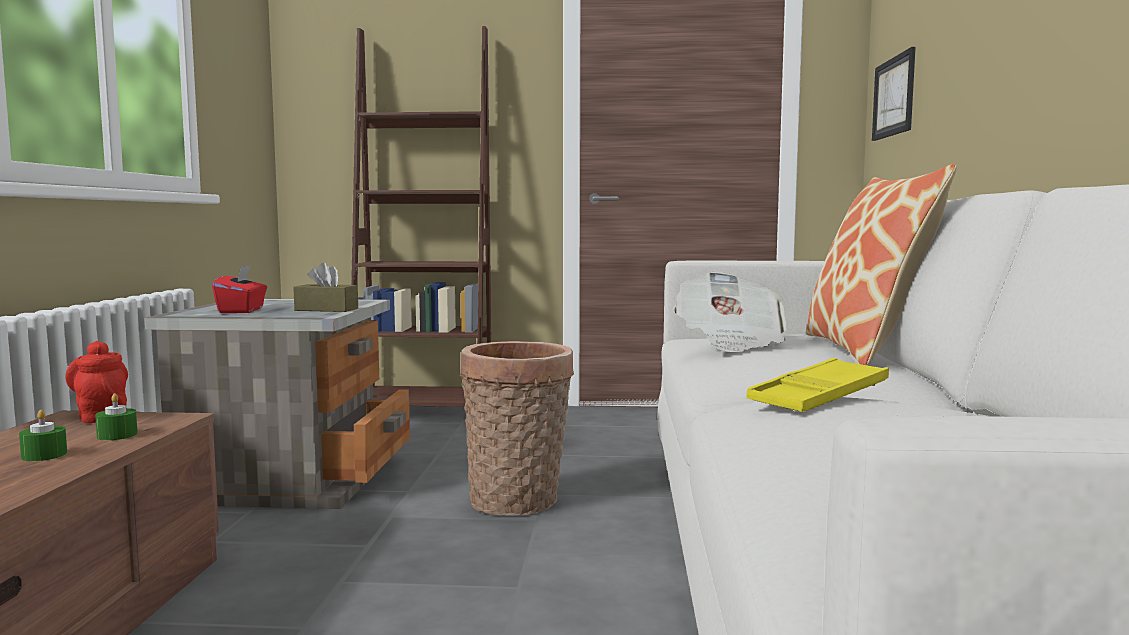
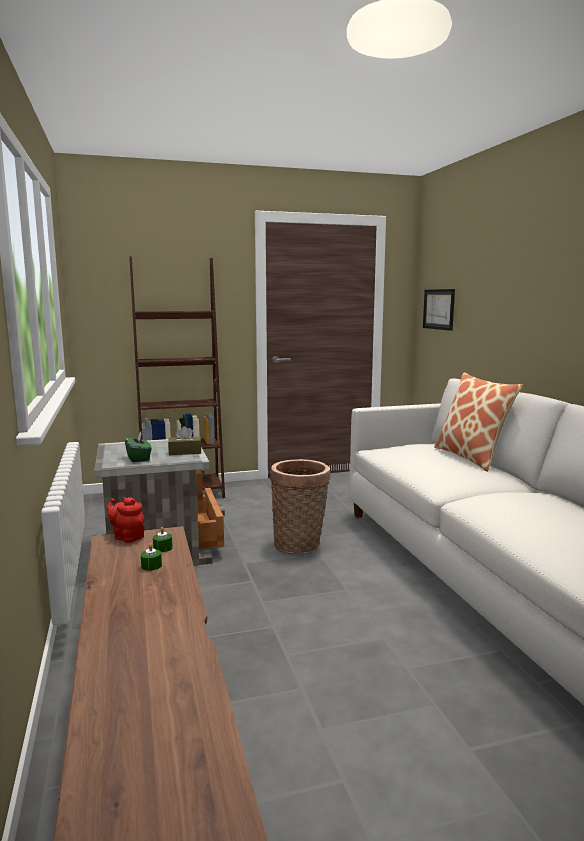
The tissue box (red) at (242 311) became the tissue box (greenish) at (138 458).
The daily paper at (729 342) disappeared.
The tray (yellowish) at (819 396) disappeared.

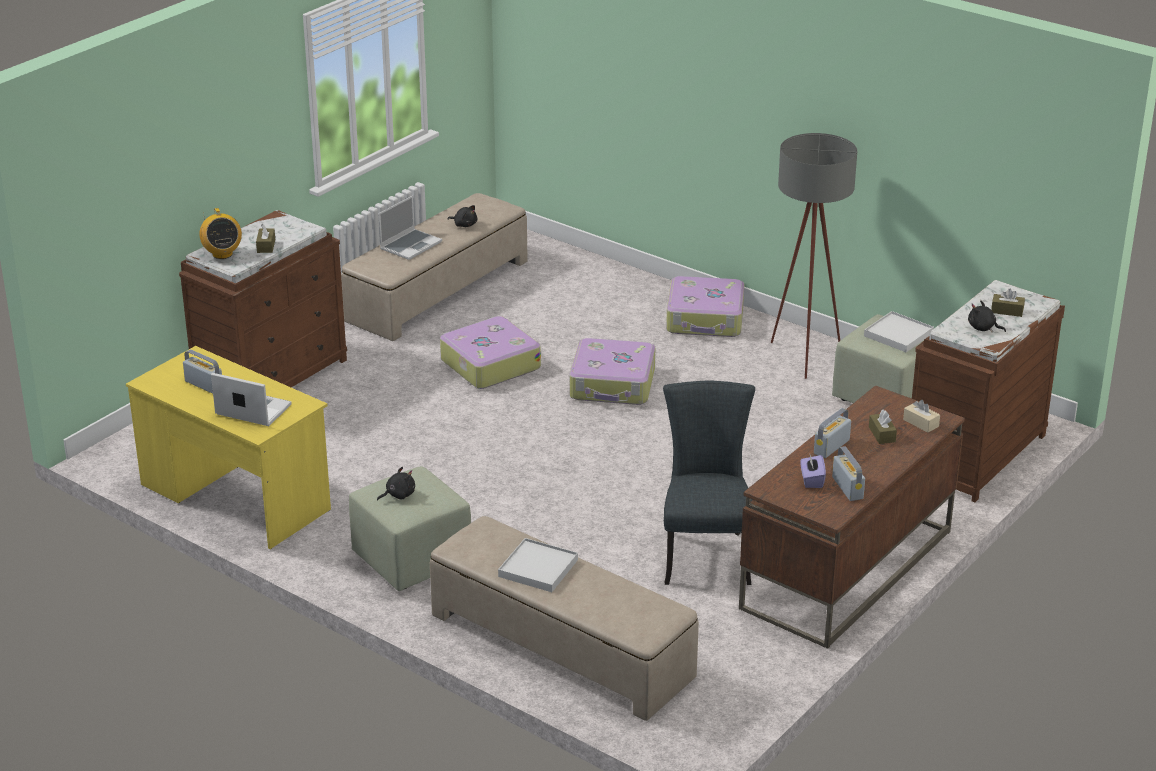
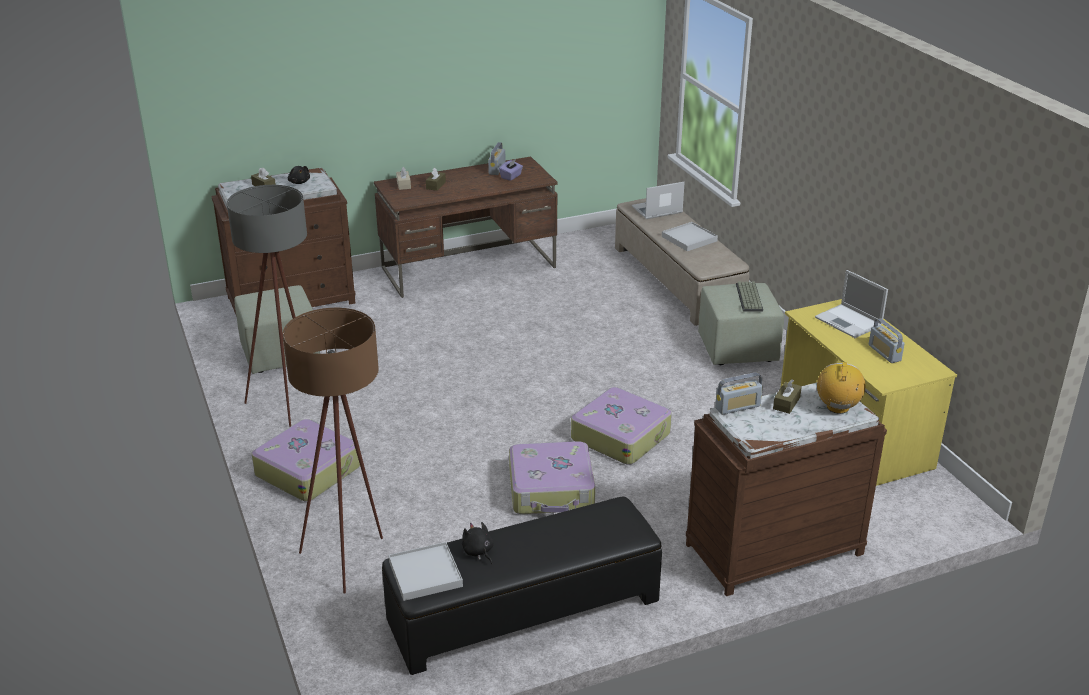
The long seat (sand-coloured) at (438 290) became the long seat (blackish) at (523 611).
The notebook computer moved from (410 245) to (657 210).
The tray (whitish) moved from (898 334) to (425 574).
The suitcase moved from (613 384) to (620 436).
The upright chair (gray) at (705 553) disappeared.
The radio receiver moved from (831 447) to (737 407).
The cuddly toy (blackish) at (398 495) was replaced by the PC keyboard at (750 298).
The standing lamp (brown) at (351 556) appeared.

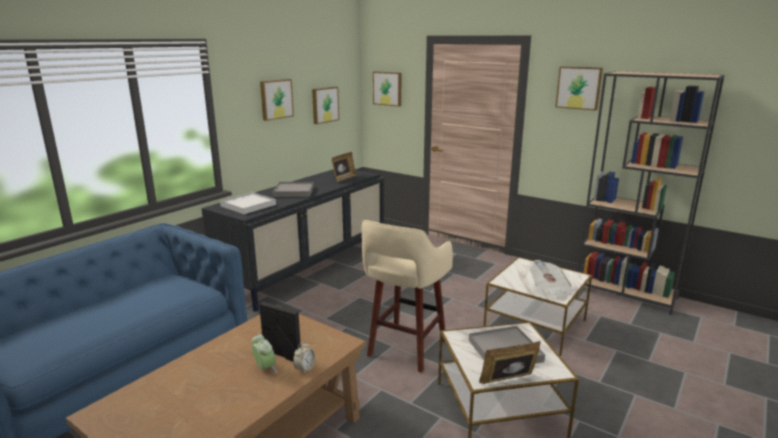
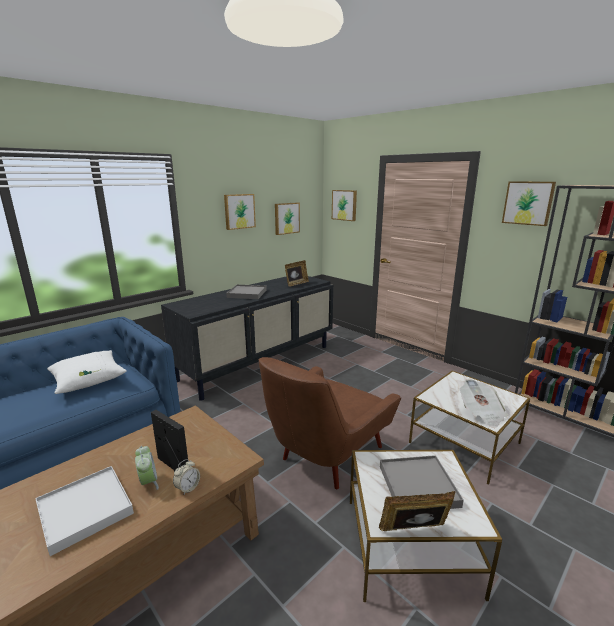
The tray (whitish) moved from (248 205) to (85 510).
The stool (sand-coloured) at (405 350) was replaced by the armchair (brown) at (325 457).
The cushion (whitish) at (88 380) appeared.

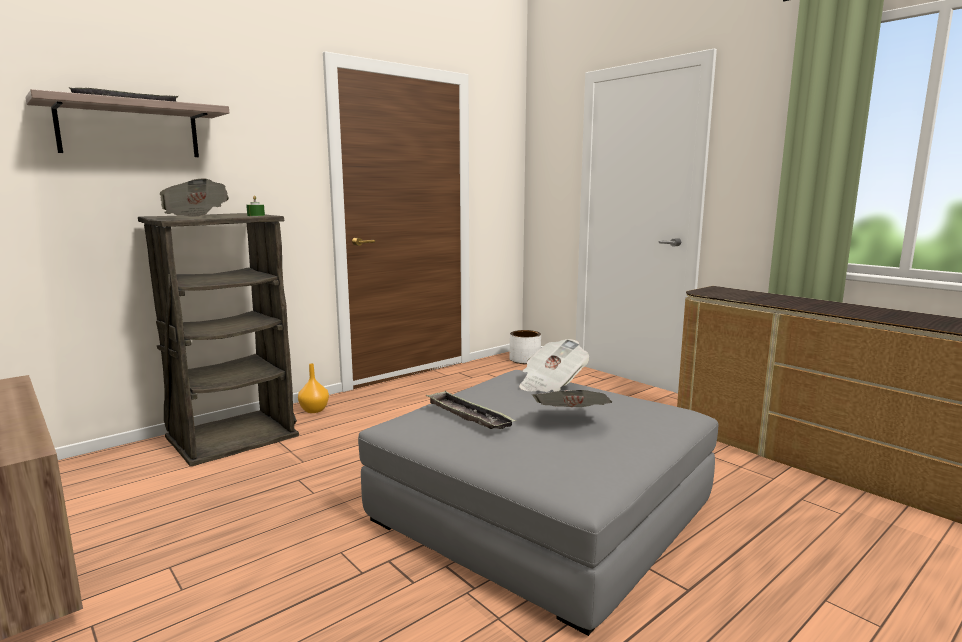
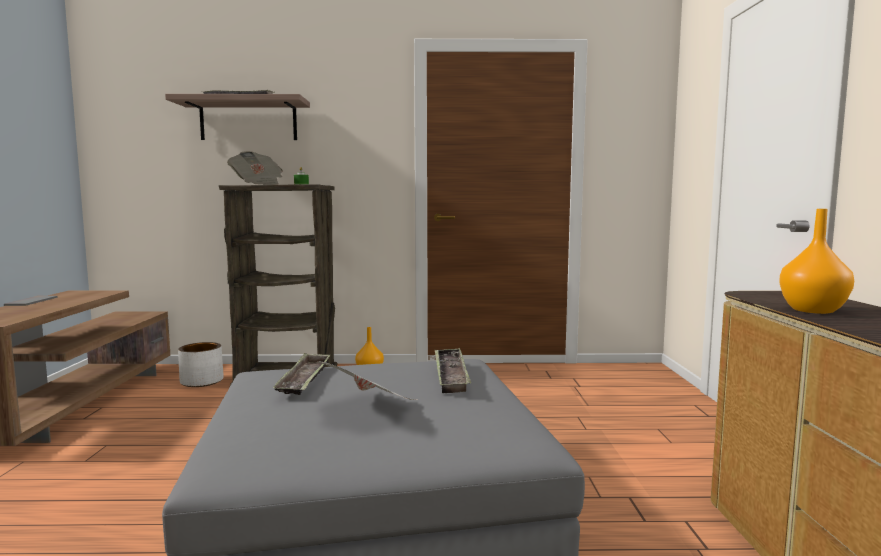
The flower pot (whitish) moved from (524 360) to (202 381).
The daily paper at (551 384) was replaced by the tray at (450 374).
The decorative vase (orange) at (811 310) appeared.

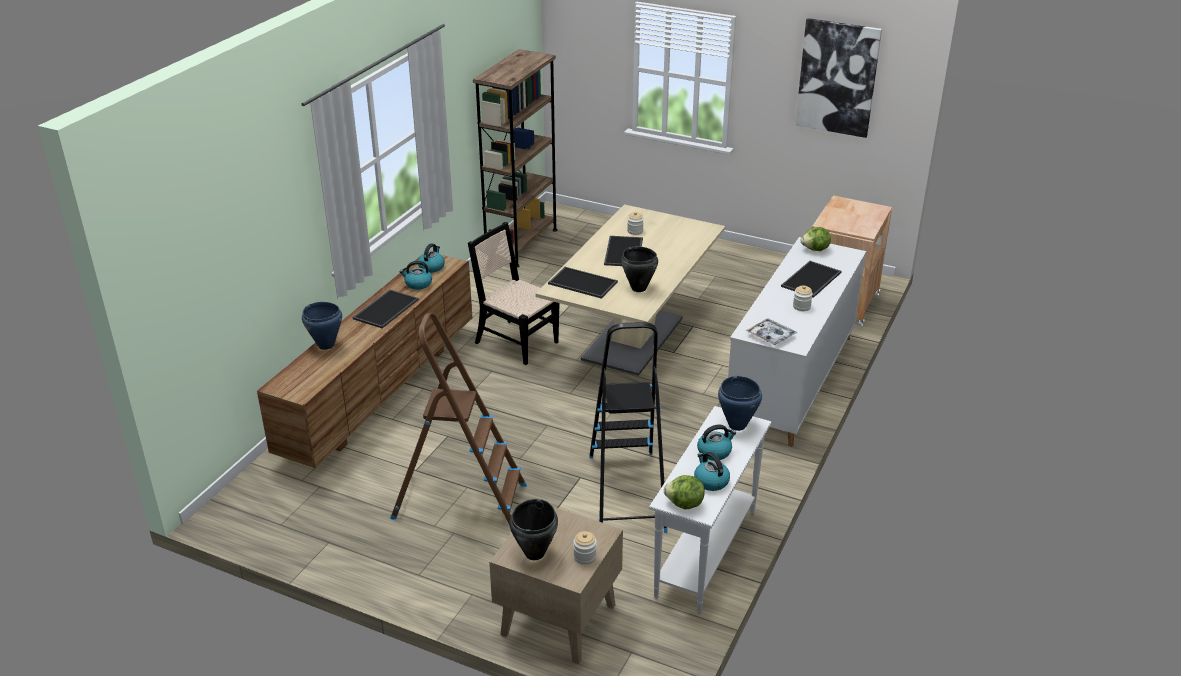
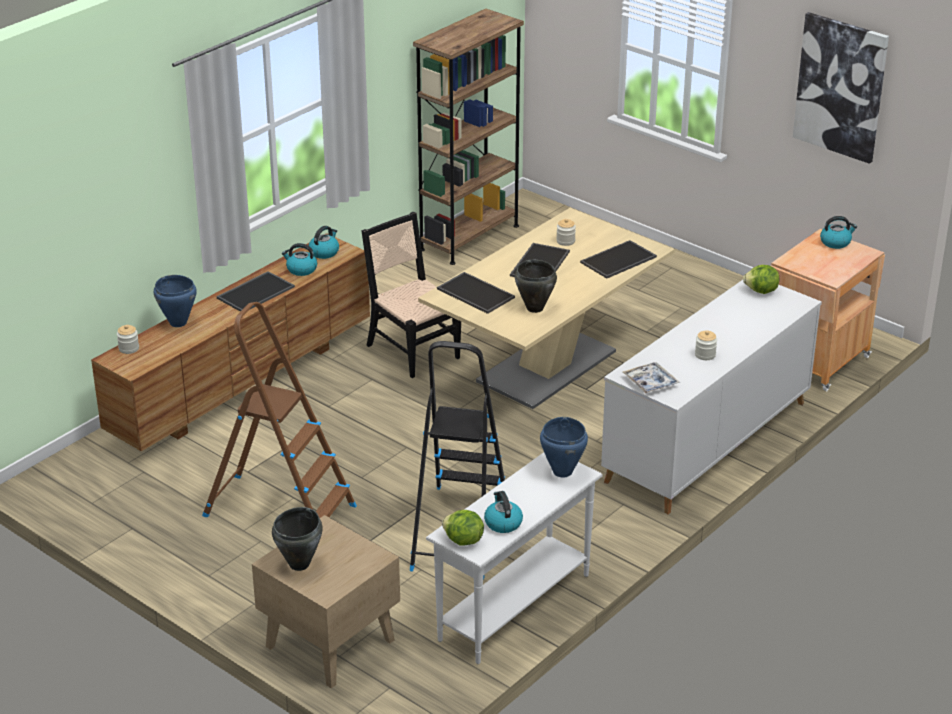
The tray moved from (812 280) to (618 260).
The kettle moved from (714 451) to (836 242).
The preserve jar moved from (585 557) to (129 348).

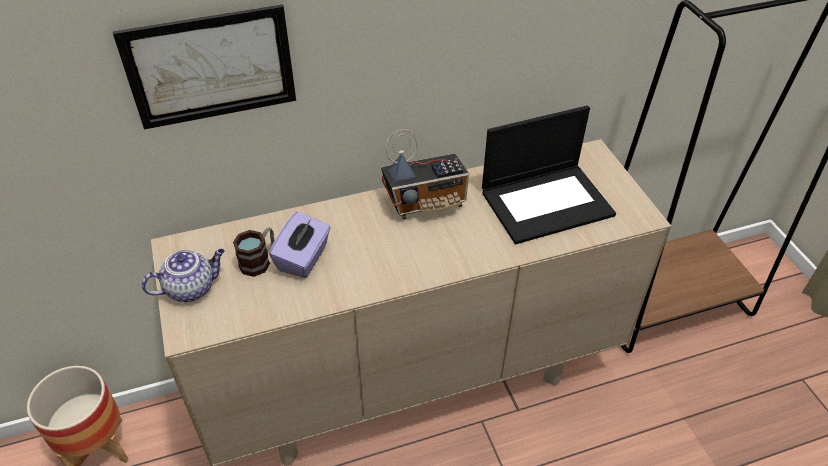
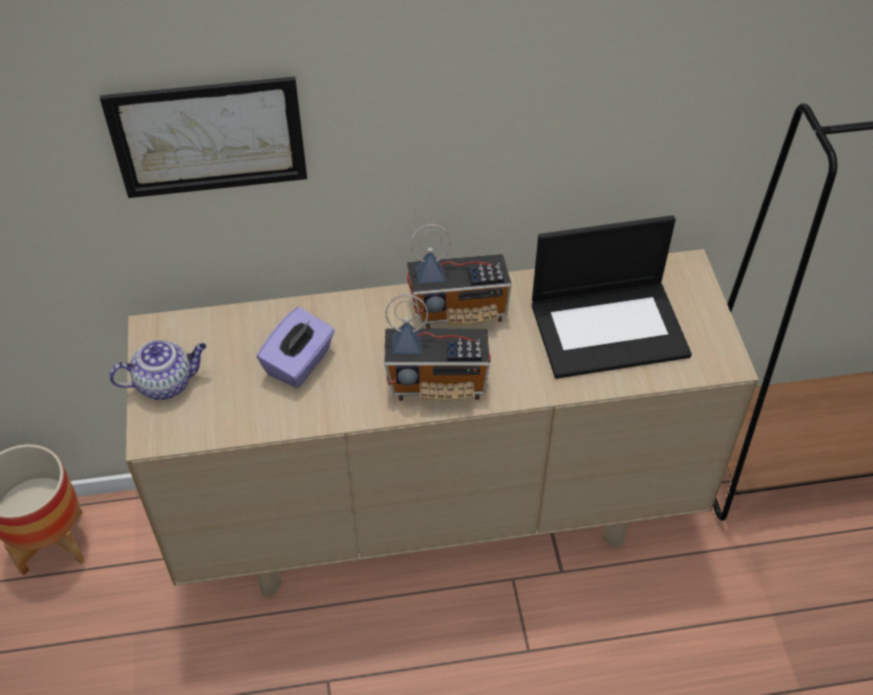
The tea mug at (259 260) disappeared.
The radio receiver at (438 382) appeared.

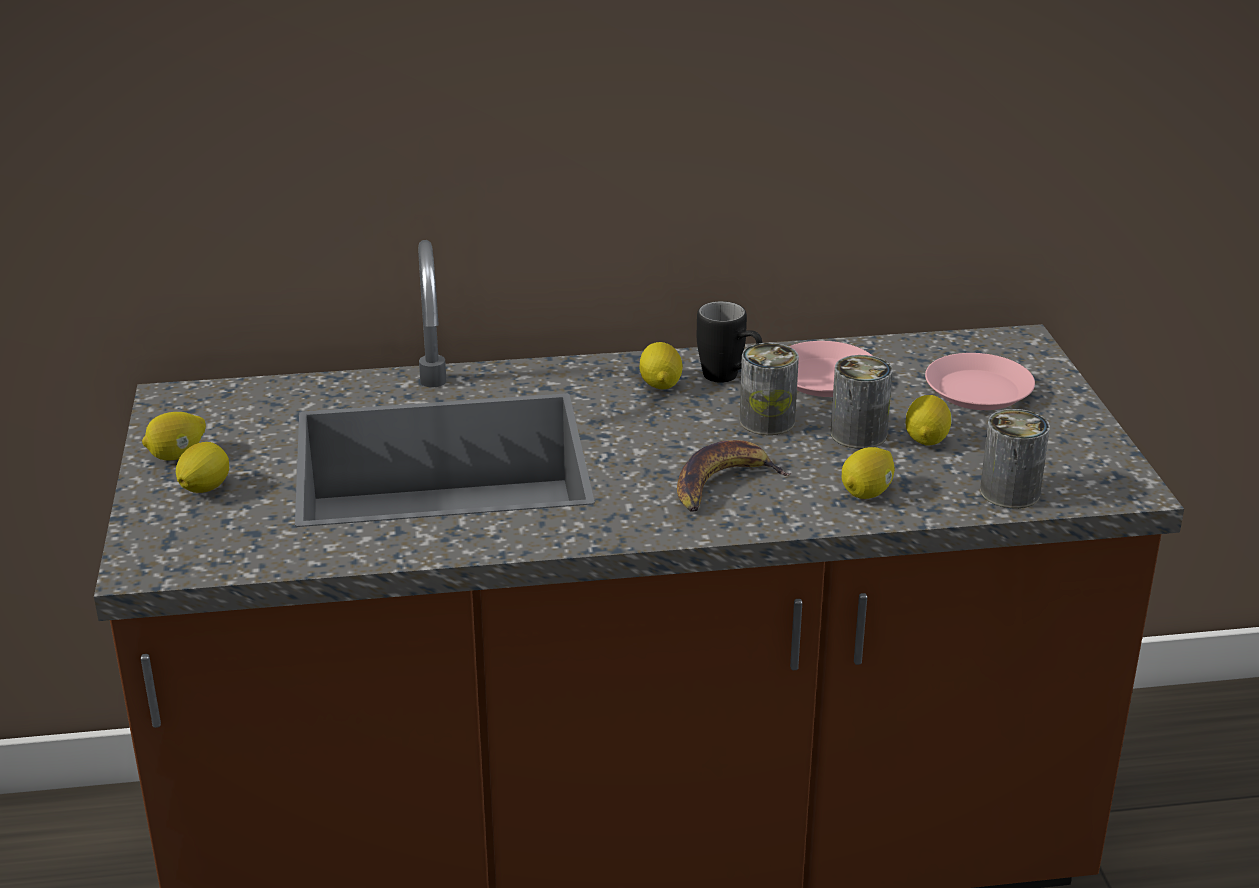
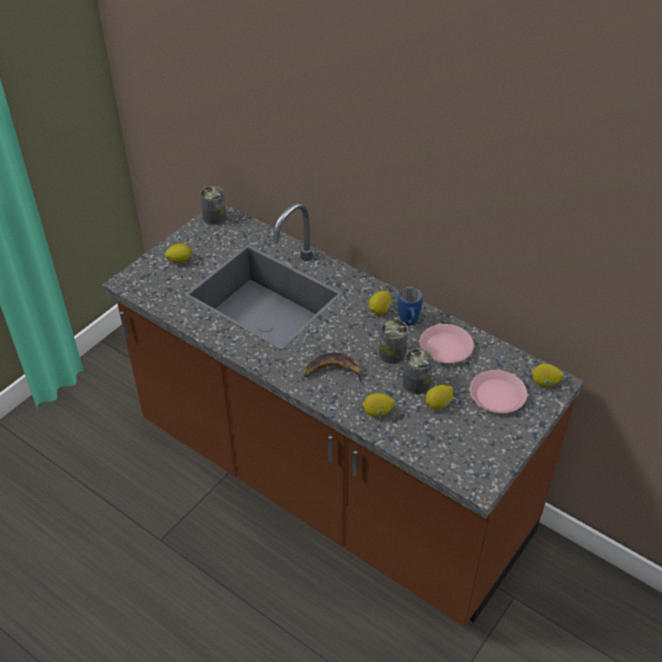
The tea mug (blackish) at (729 378) became the tea mug (blue-coloured) at (409 324).
The metal can moved from (1010 492) to (214 218).
The whole lemon moved from (177 455) to (545 383).

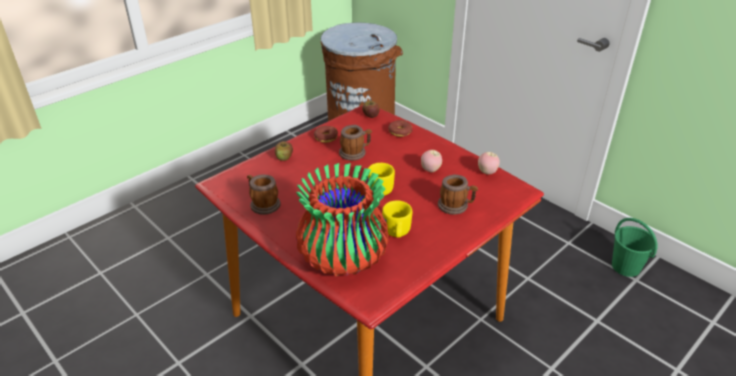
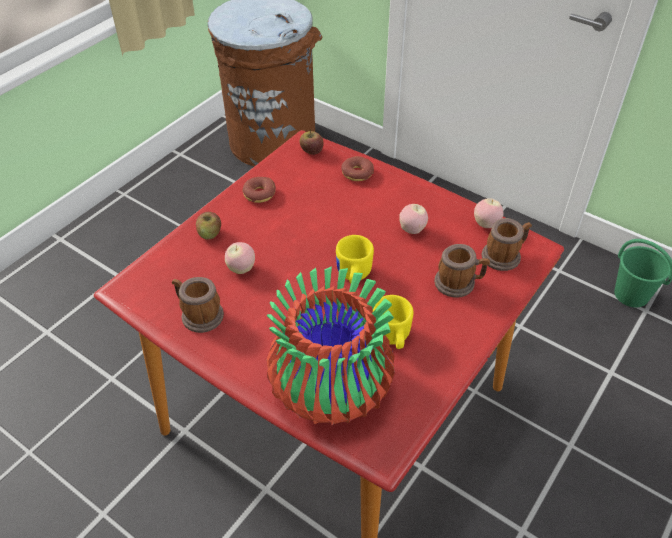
The tea mug moved from (355 152) to (504 255).
The apple fruit at (241 269) appeared.

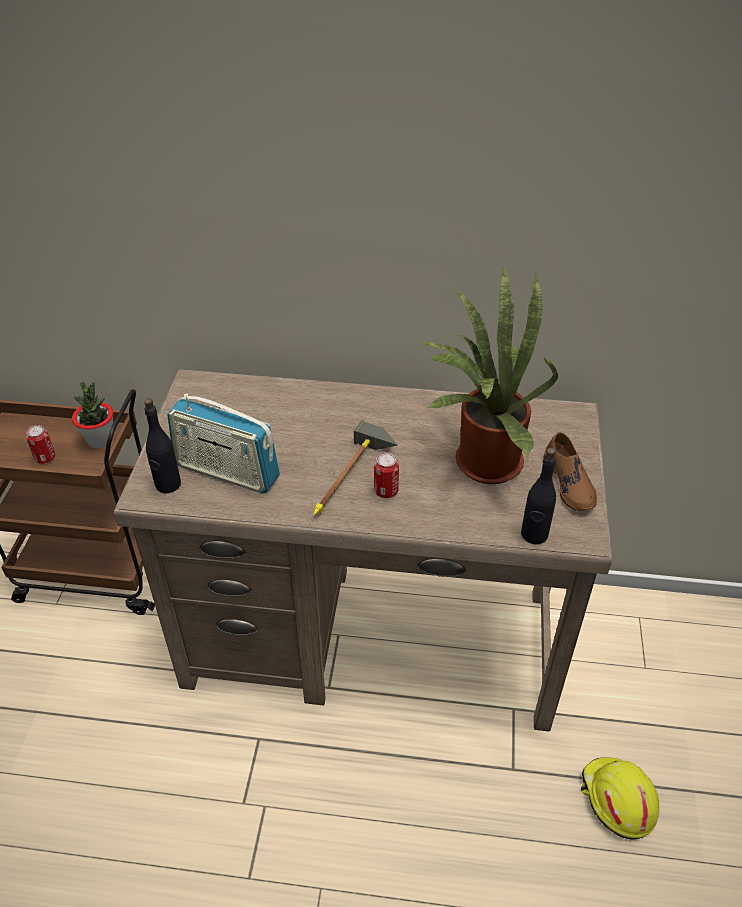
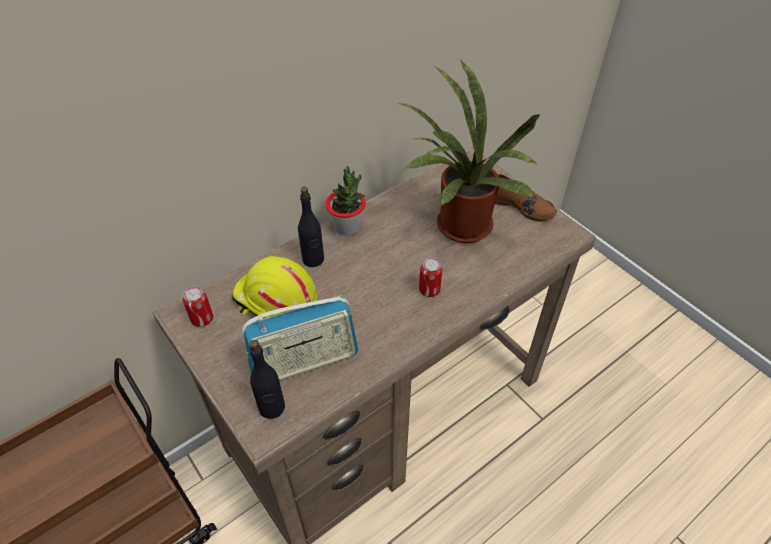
The houseplant moved from (100 440) to (347 227).
The hand hammer at (352 479) disappeared.
The metal can moved from (45 458) to (202 319).
The drink bottle (blackish) moved from (534 534) to (313 259).
The safety helmet (yellowish) moved from (617 800) to (275 299).

